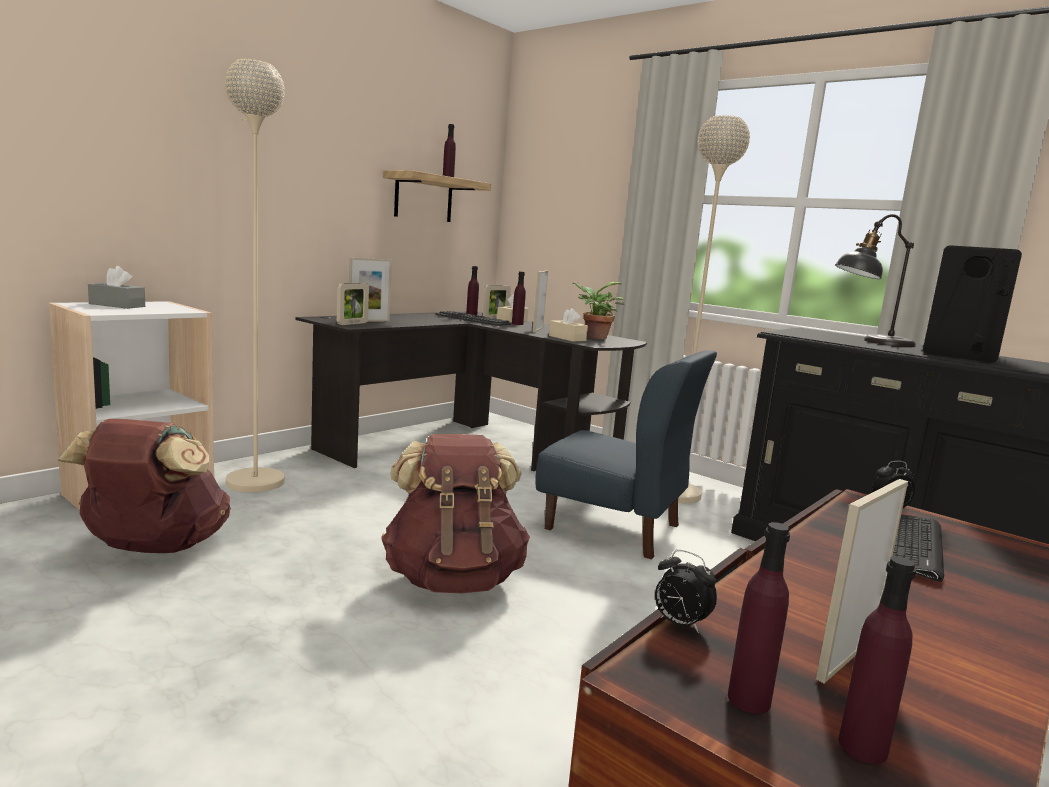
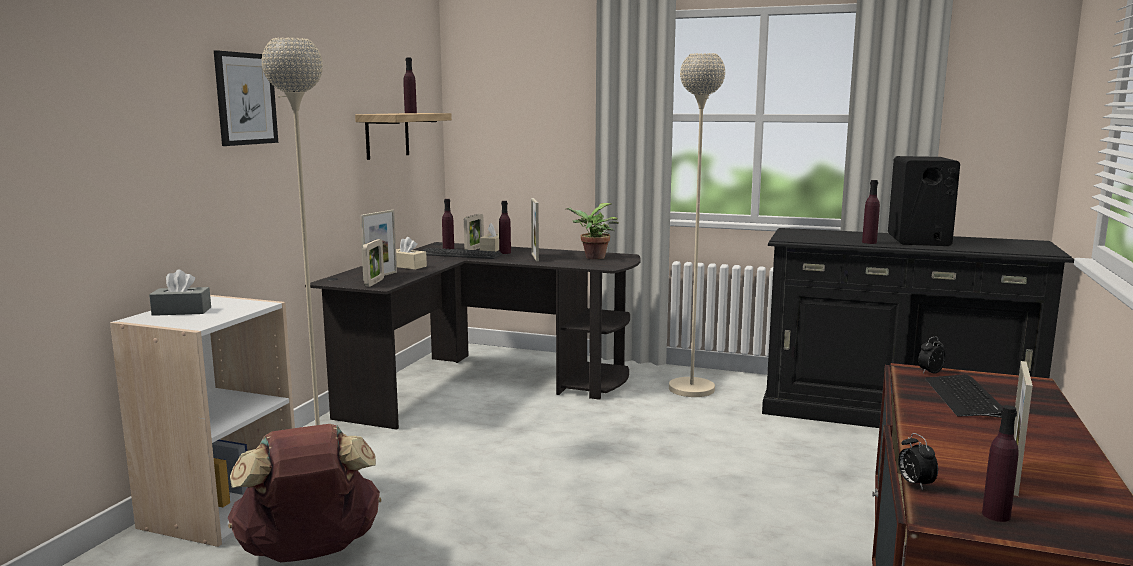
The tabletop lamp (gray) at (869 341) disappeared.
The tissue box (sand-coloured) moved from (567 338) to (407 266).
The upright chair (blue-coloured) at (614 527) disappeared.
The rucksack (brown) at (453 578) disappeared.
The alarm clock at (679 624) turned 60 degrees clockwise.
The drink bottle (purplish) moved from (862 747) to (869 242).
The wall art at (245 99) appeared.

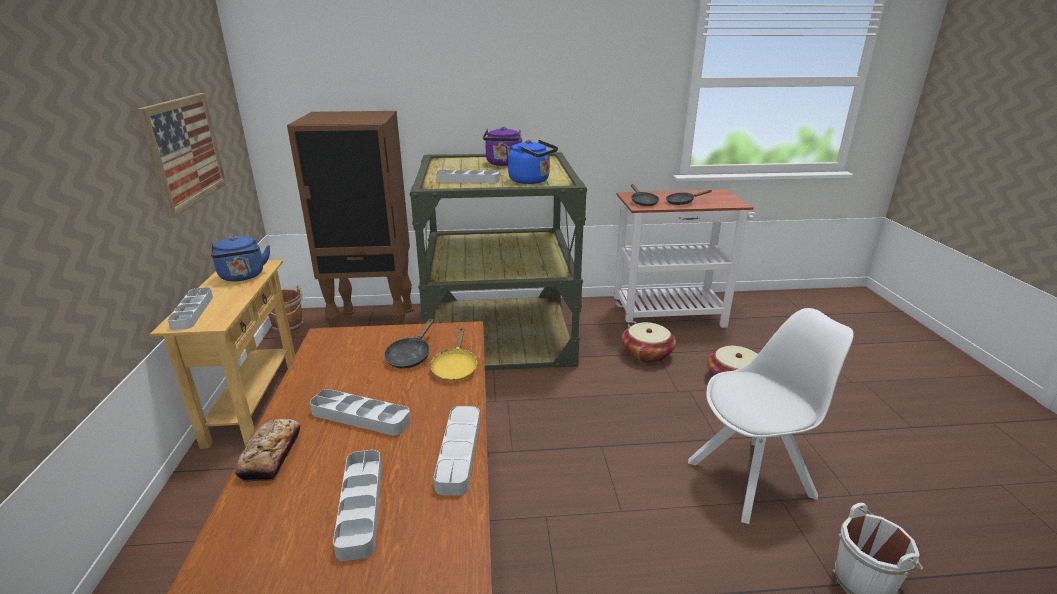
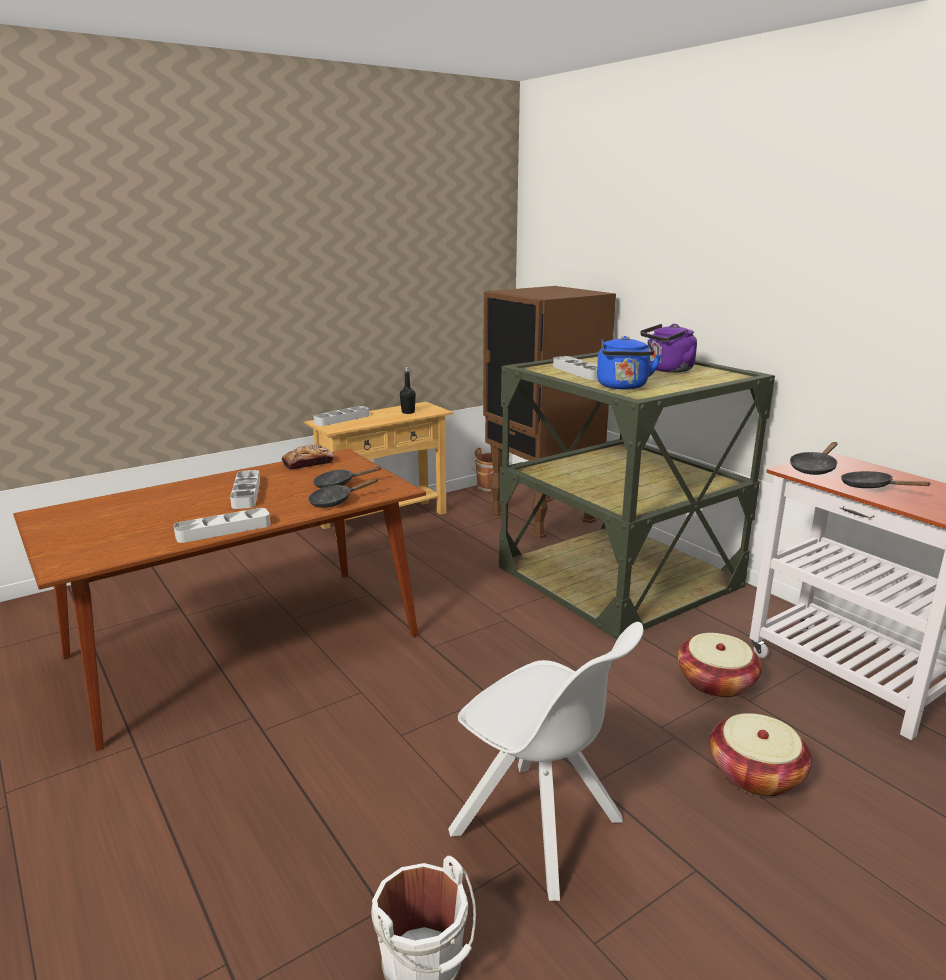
The wall art at (185 151) disappeared.
The kettle (blue-coloured) at (243 276) was replaced by the drink bottle (blackish) at (408 412).
The frying pan (yellowish) at (455 368) became the frying pan (blackish) at (335 501).
The baked bread moved from (271 455) to (308 463).
The tray (gray) at (360 506) disappeared.

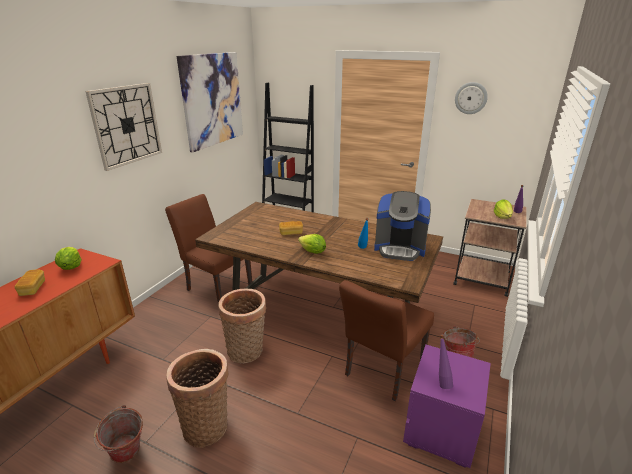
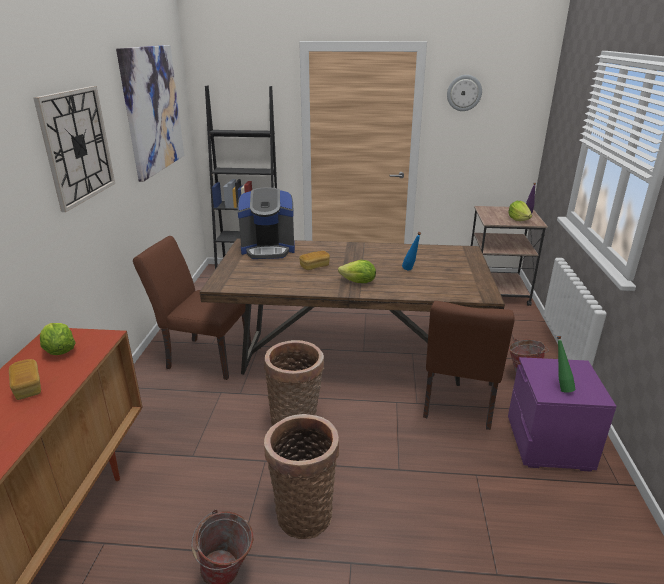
The coffee maker moved from (399 248) to (268 249).
The drink bottle (purplish) at (441 382) became the drink bottle (greenish) at (559 387).

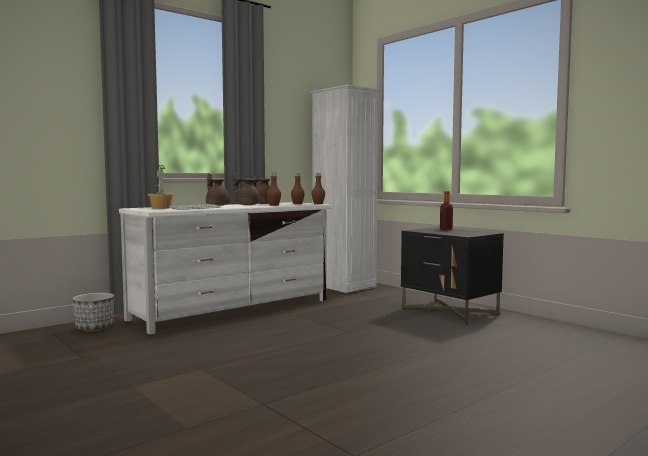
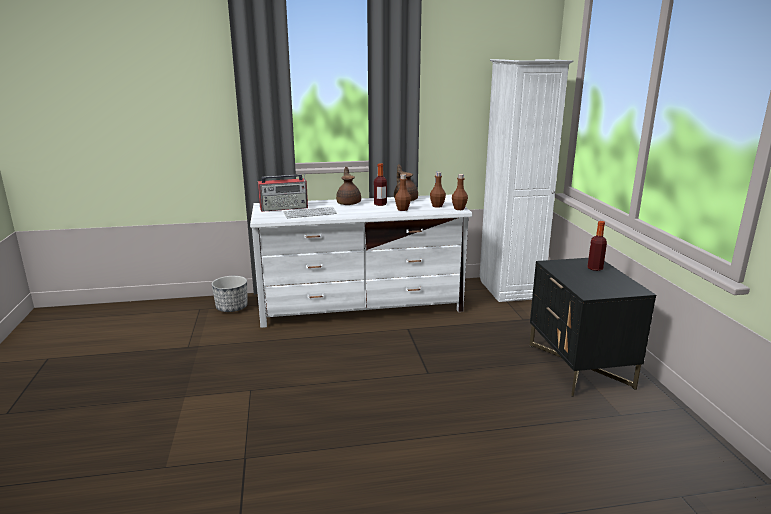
The houseplant at (161 208) was replaced by the radio receiver at (284 208).
The tea pot (brown) at (247 205) was replaced by the drink bottle at (380 204).

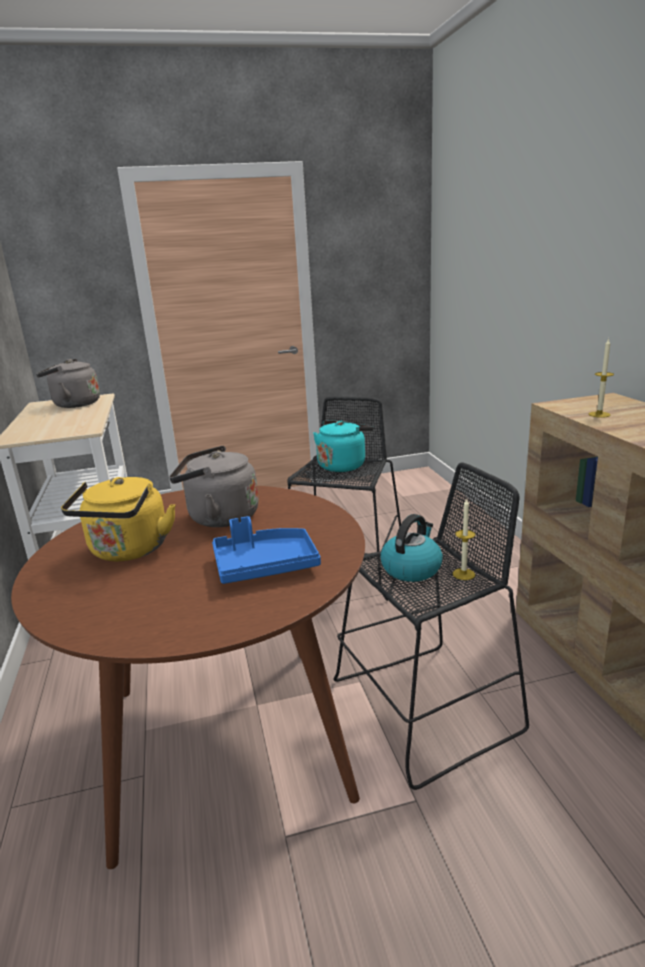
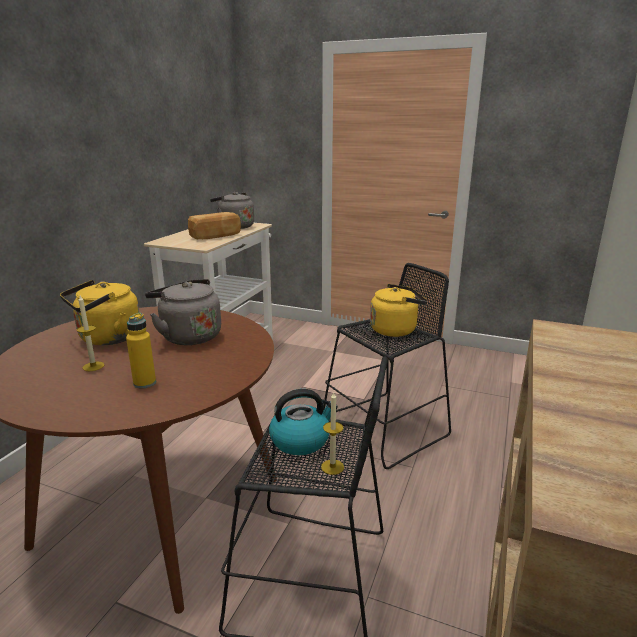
The wax light moved from (599 414) to (93 366).
The kettle (blue-green) at (343 465) became the kettle (yellowish) at (395 330).
The tray (blue-coloured) at (265 566) was replaced by the drink bottle (yellowish) at (144 383).
The baked bread at (216 236) appeared.

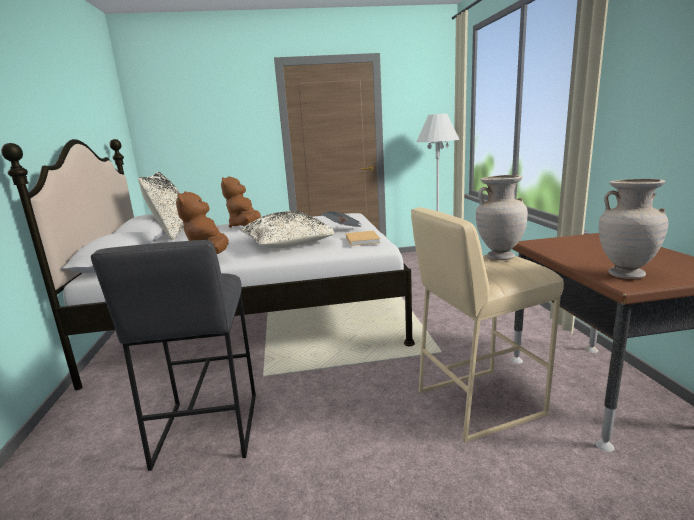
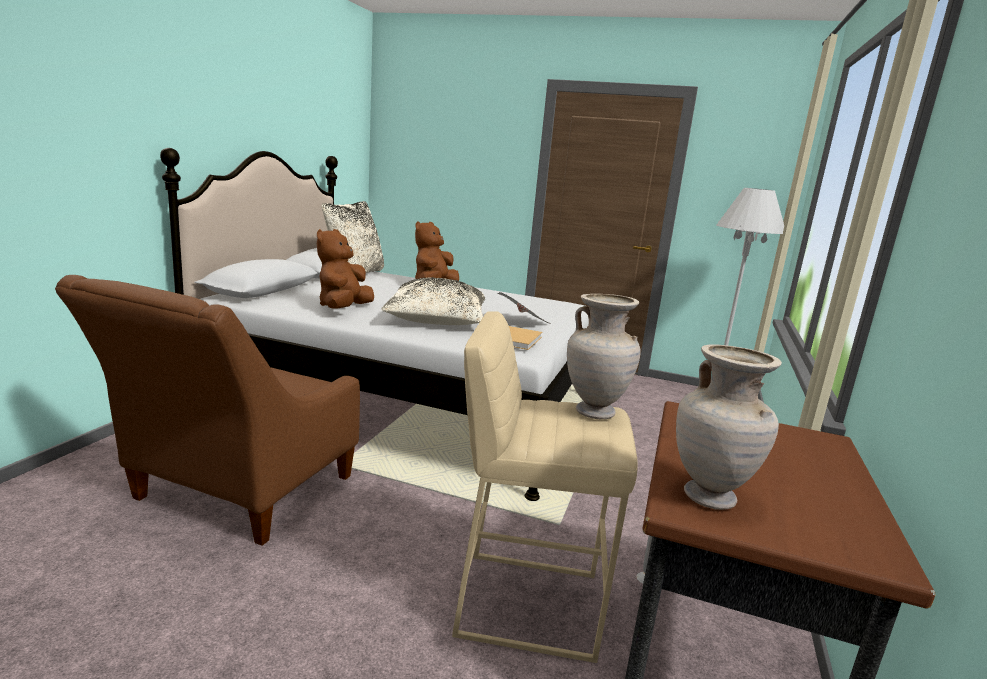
The stool (gray) at (207 430) was replaced by the armchair (brown) at (235 494).

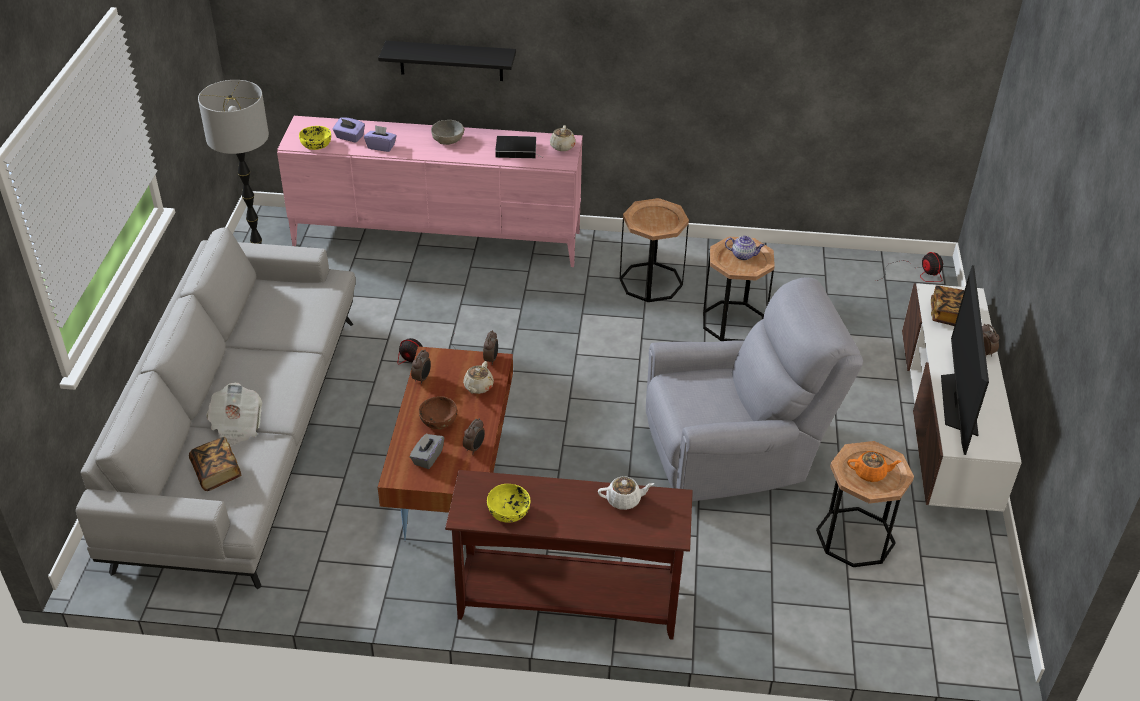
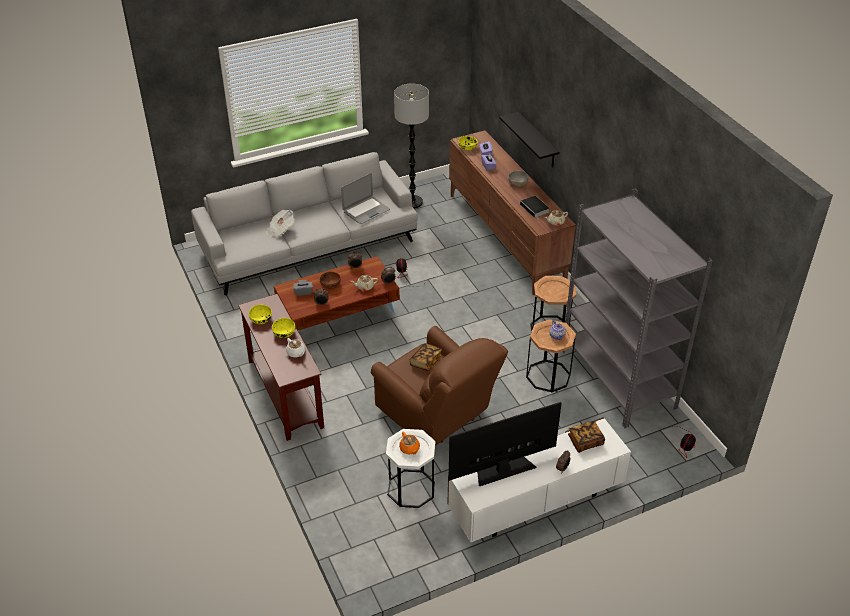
The cupboard (pink-coloured) at (438 238) became the cupboard (brown) at (506 238).
The armchair (gray) at (735 452) became the armchair (brown) at (437 416).
The book moved from (217 472) to (426 362).
The side table (brown) at (855 537) became the side table (whitish) at (411 488).
The notebook computer at (366 211) appeared.
The bookshelf (gray) at (618 379) appeared.
The bowl (yellowish) at (284 333) appeared.

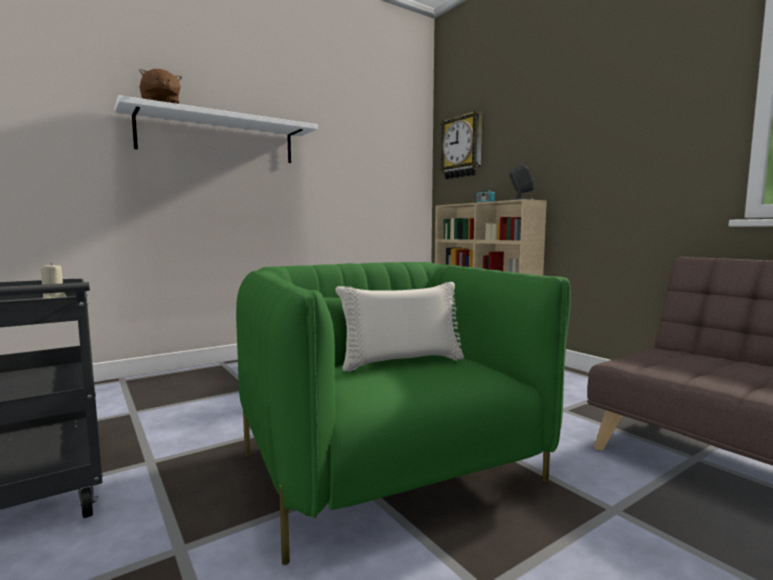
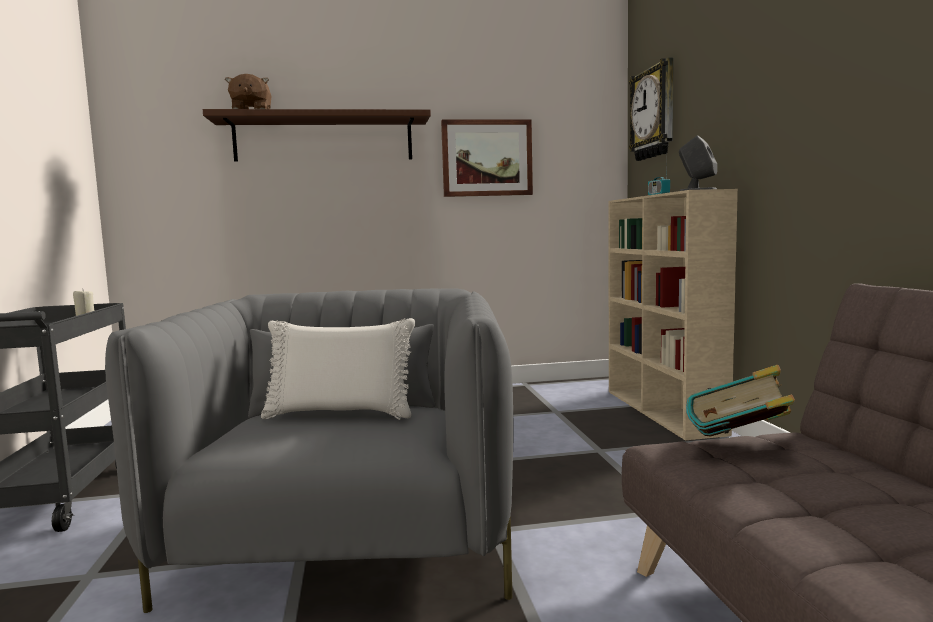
The bracket shelf (whitish) at (218 138) became the bracket shelf (brown) at (324 139).
The armchair (greenish) at (390 469) became the armchair (gray) at (350 544).
The wall art at (487 158) appeared.
The book at (739 449) appeared.

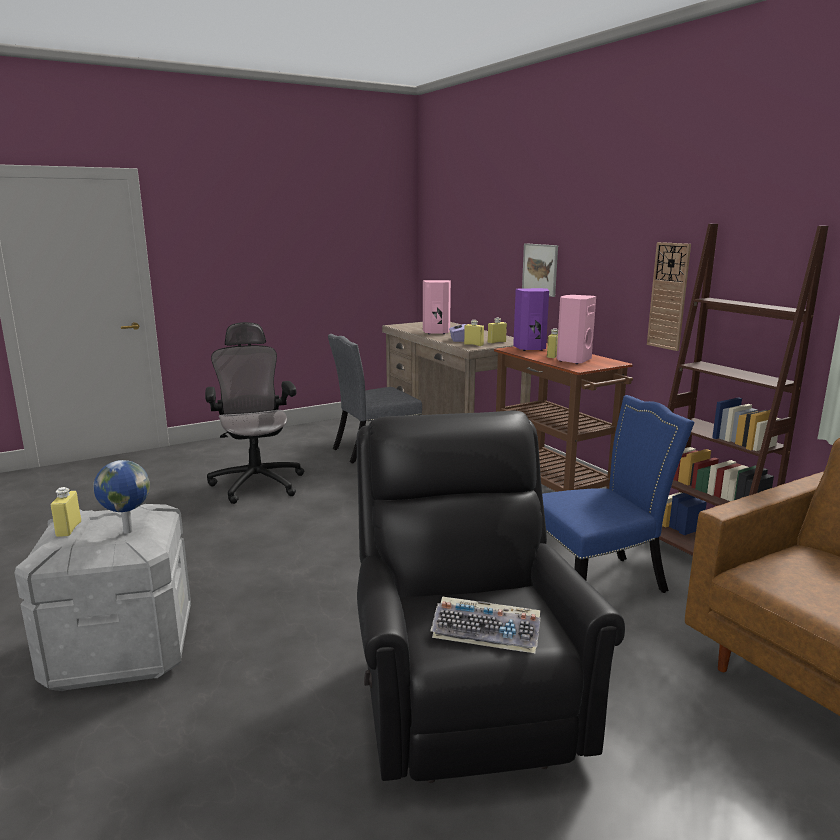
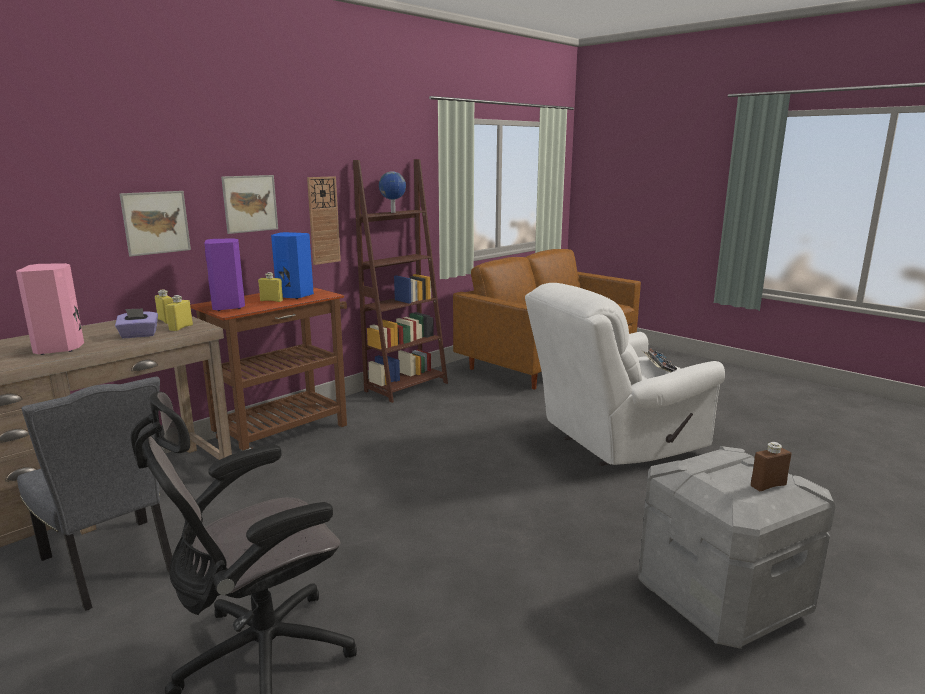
The speaker (pink-coloured) at (572 360) became the speaker (blue-coloured) at (293 296).
The upright chair (blue-coloured) at (596 585) disappeared.
The armchair (blackish) at (465 692) became the armchair (whitish) at (614 444).
The globe moved from (127 531) to (393 212).
The drink bottle (yellowish) at (69 529) became the drink bottle (brown) at (768 485).
The wall art at (250 203) appeared.

